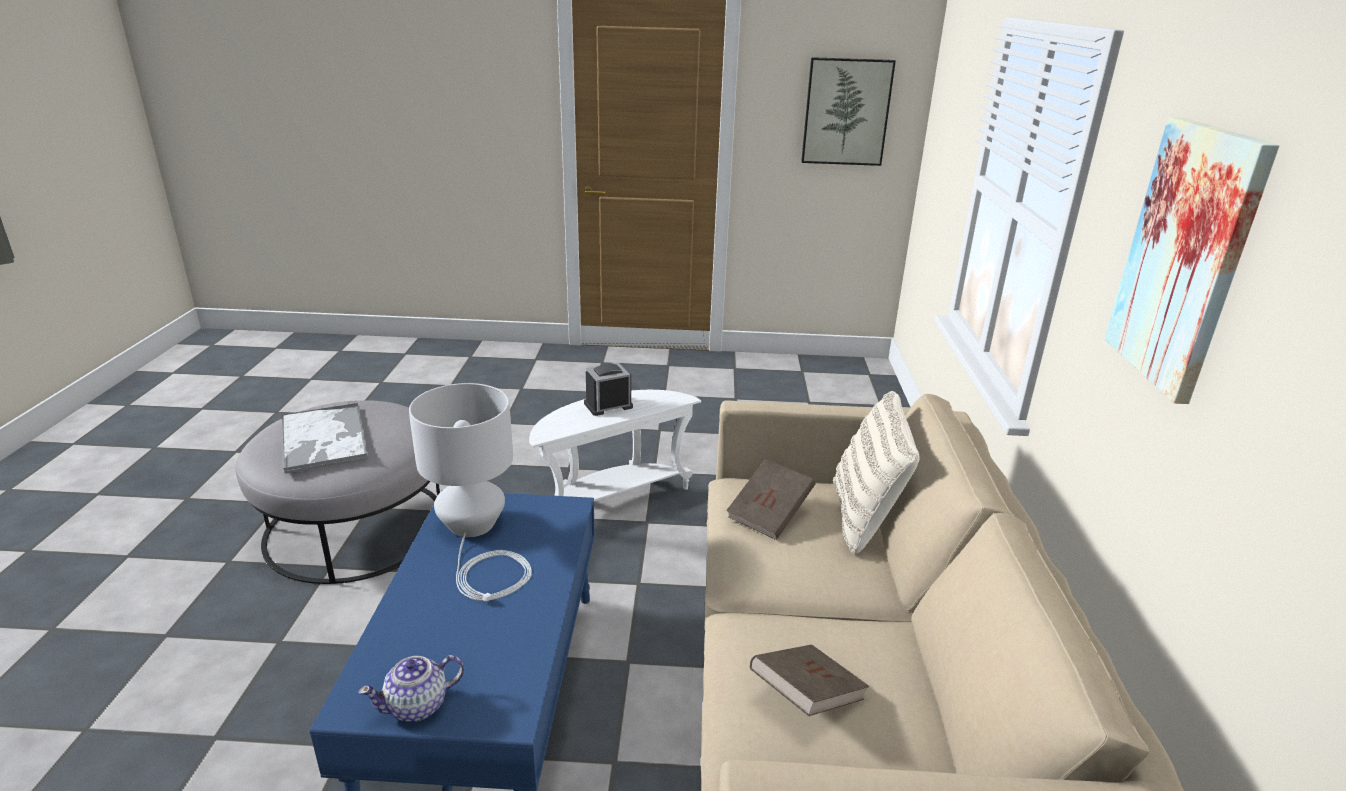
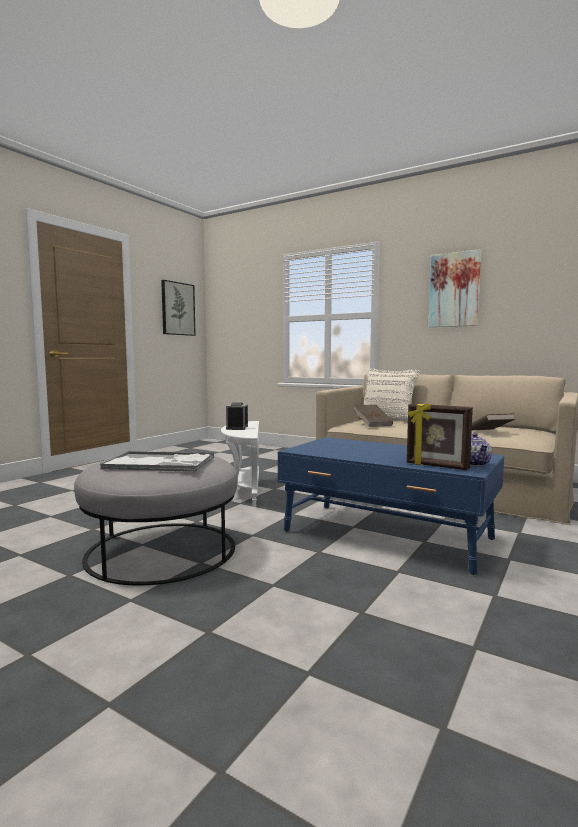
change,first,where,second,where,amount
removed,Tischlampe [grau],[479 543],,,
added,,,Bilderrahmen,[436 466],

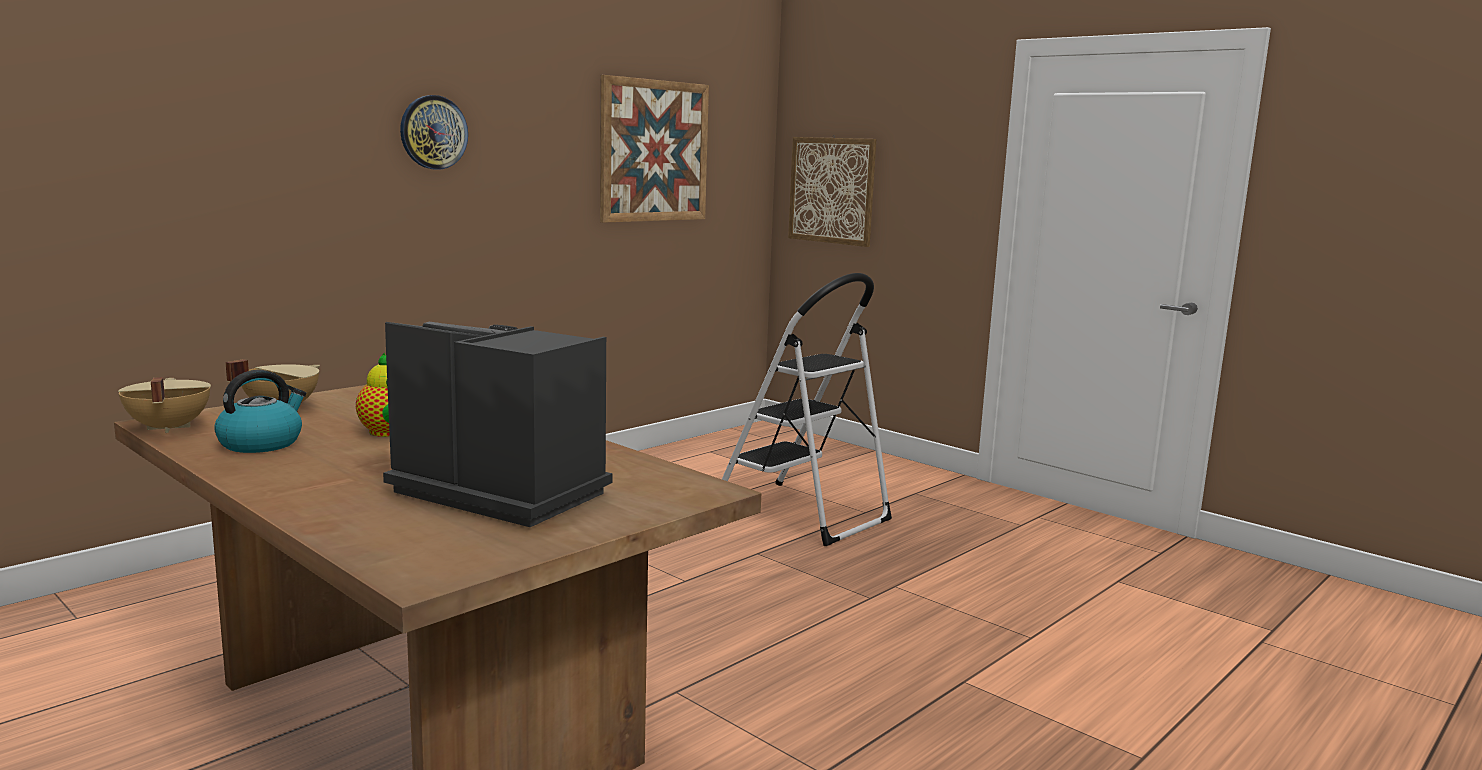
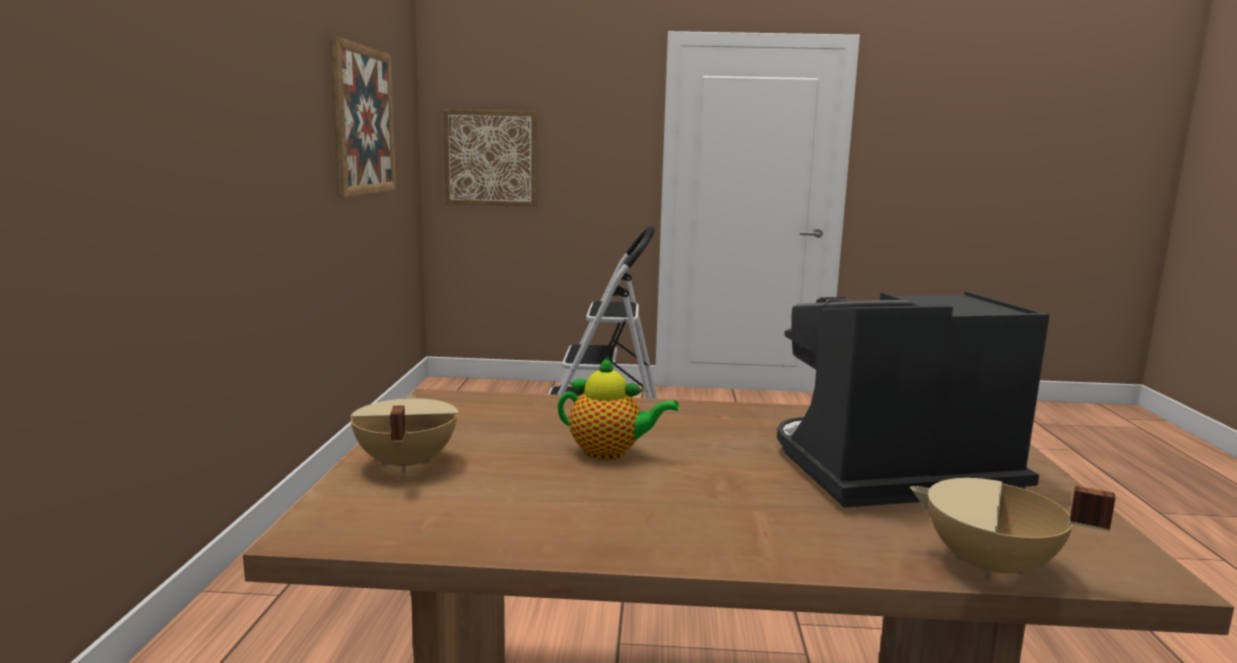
change,first,where,second,where,amount
moved,Kochtopf [beige],[167 428],,[990 567],
removed,Wasserkessel,[261 443],,,
removed,Wanduhr,[433 132],,,

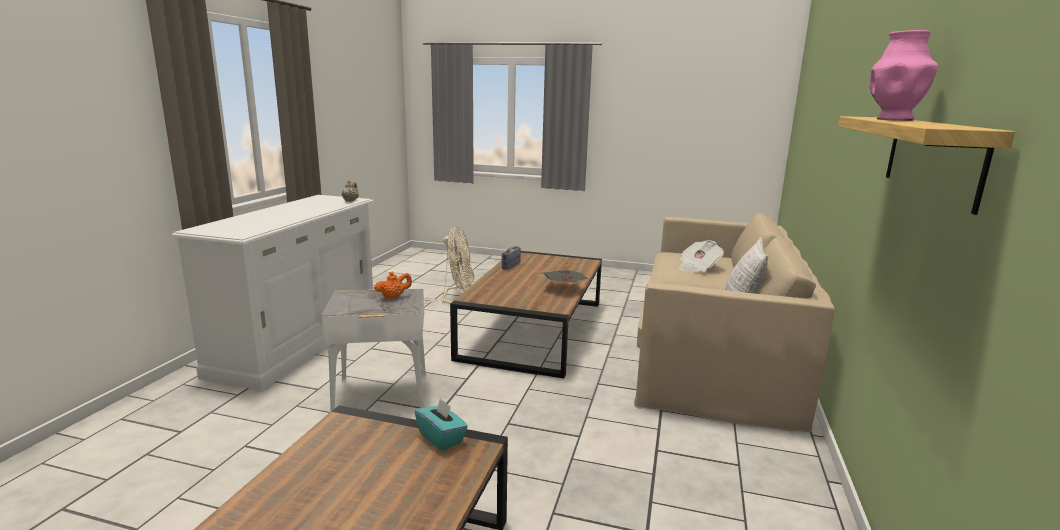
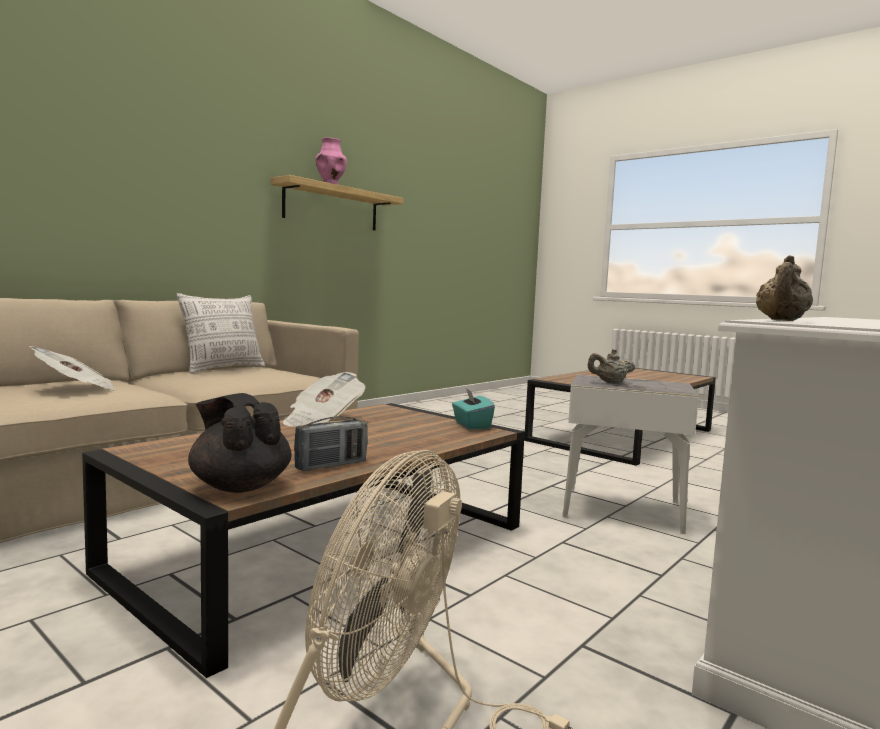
change,first,where,second,where,amount
recoloured,Teekanne [orange],[393 297],Teekanne [beige],[610 383],
moved,Taschentuchbox [türkis],[441 438],,[471 425],
added,,,Teekanne [schwarz],[239 486],

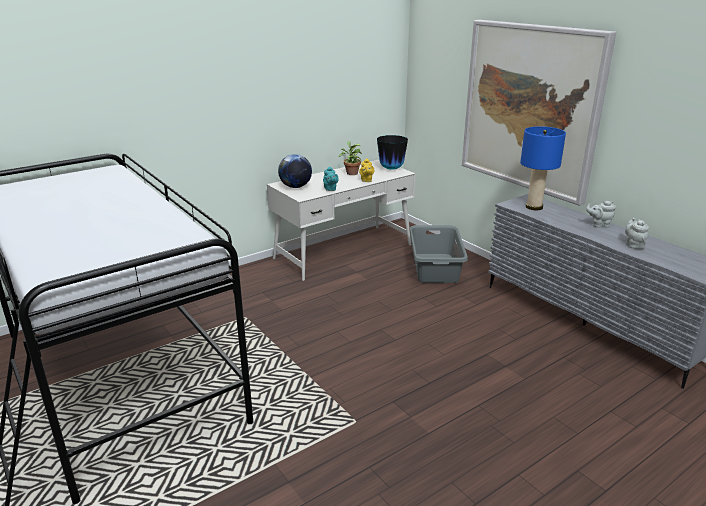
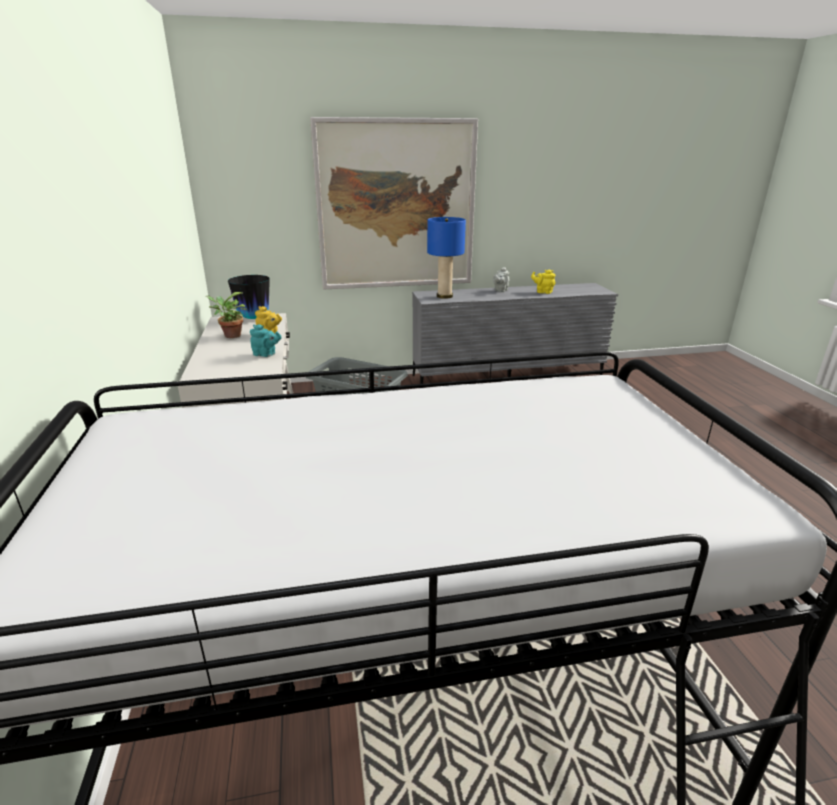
change,first,where,second,where,amount
removed,Globus,[295 187],,,
recoloured,Teekanne [grau],[633 244],Teekanne [gelb],[543 292],

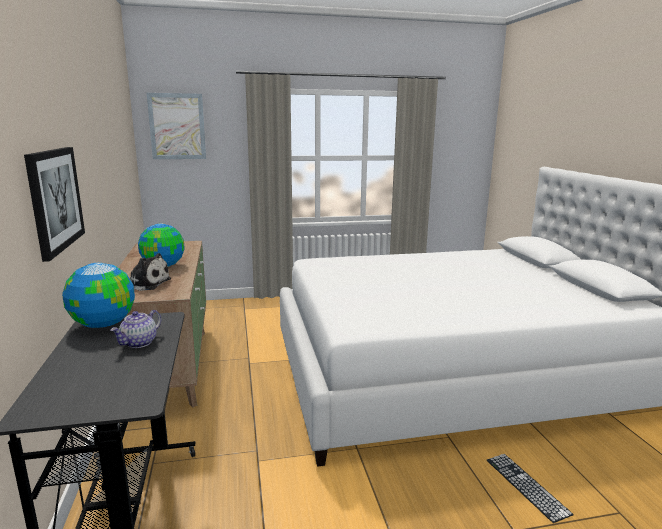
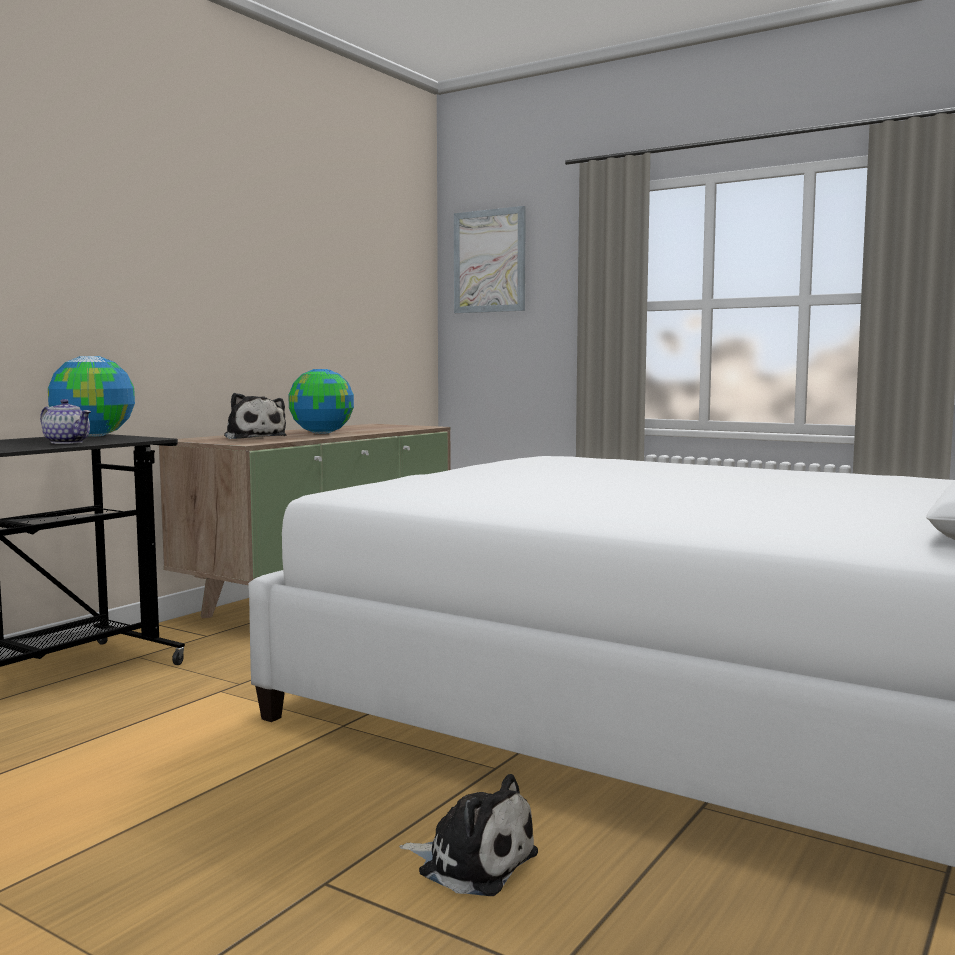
change,first,where,second,where,amount
removed,Bild,[55 199],,,
turned,Teekanne,[139 343],,[67 442],135 degrees counterclockwise
replaced,Tastatur,[526 486],Plüschtier,[472 862],

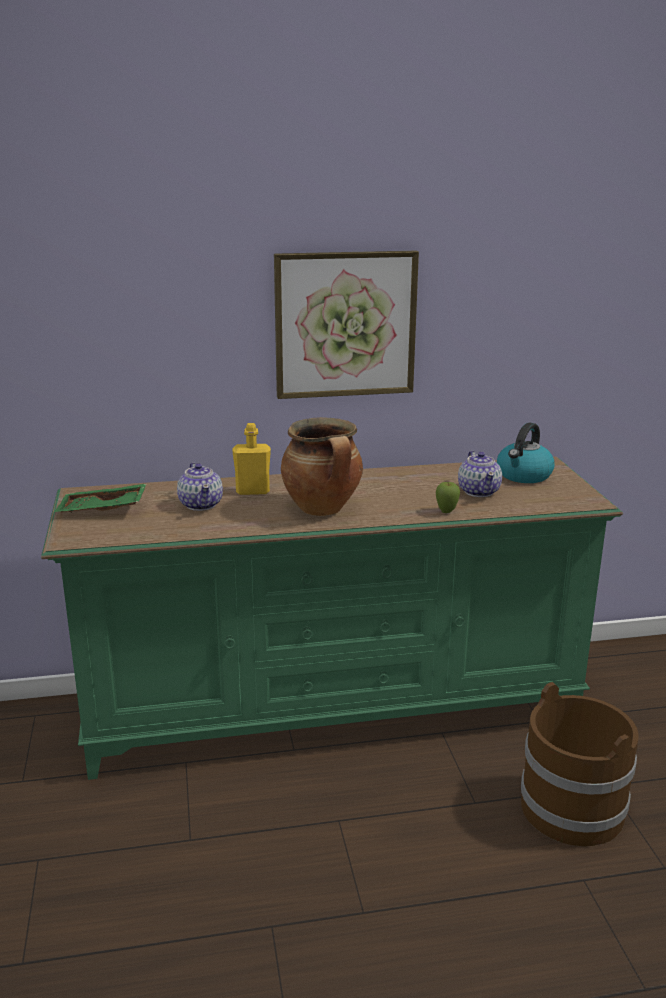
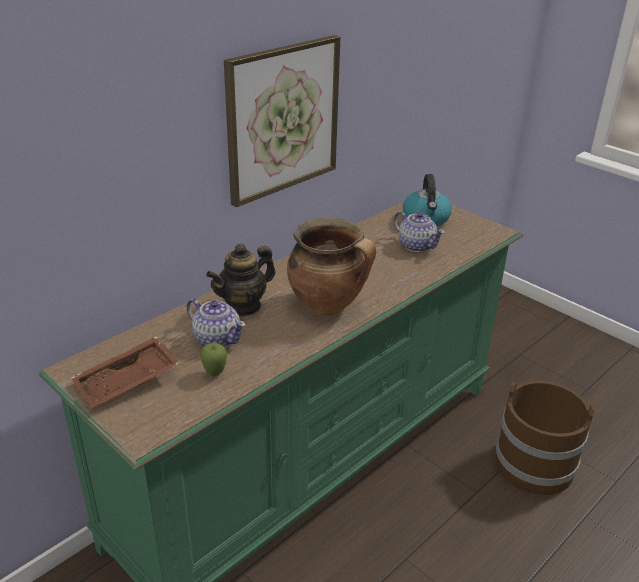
change,first,where,second,where,amount
recoloured,Tablett [grün],[102 510],Tablett [braun],[128 382],
replaced,Flasche [gelb],[252 491],Teekanne,[243 306],
moved,Apfel,[446 512],,[215 374],

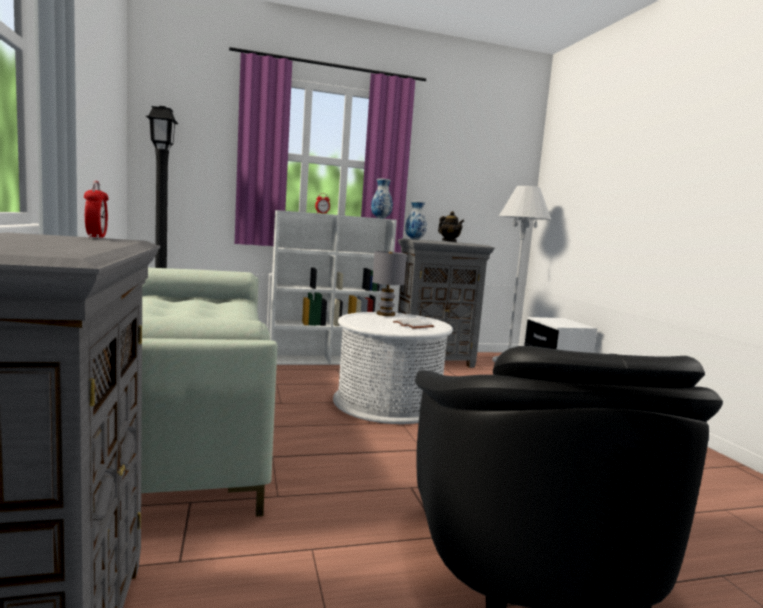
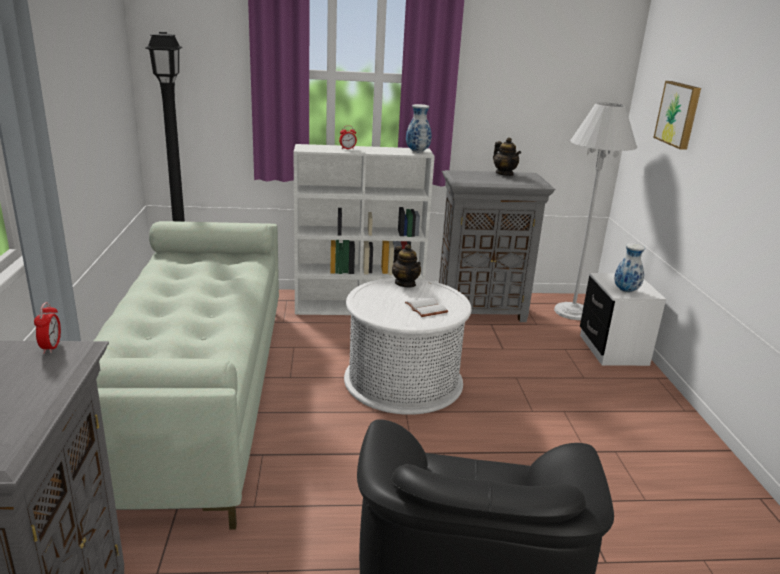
change,first,where,second,where,amount
replaced,Tischlampe [grau],[385 314],Teekanne,[405 283],
moved,Vase,[415 239],,[626 291],
added,,,Bild,[679 114],

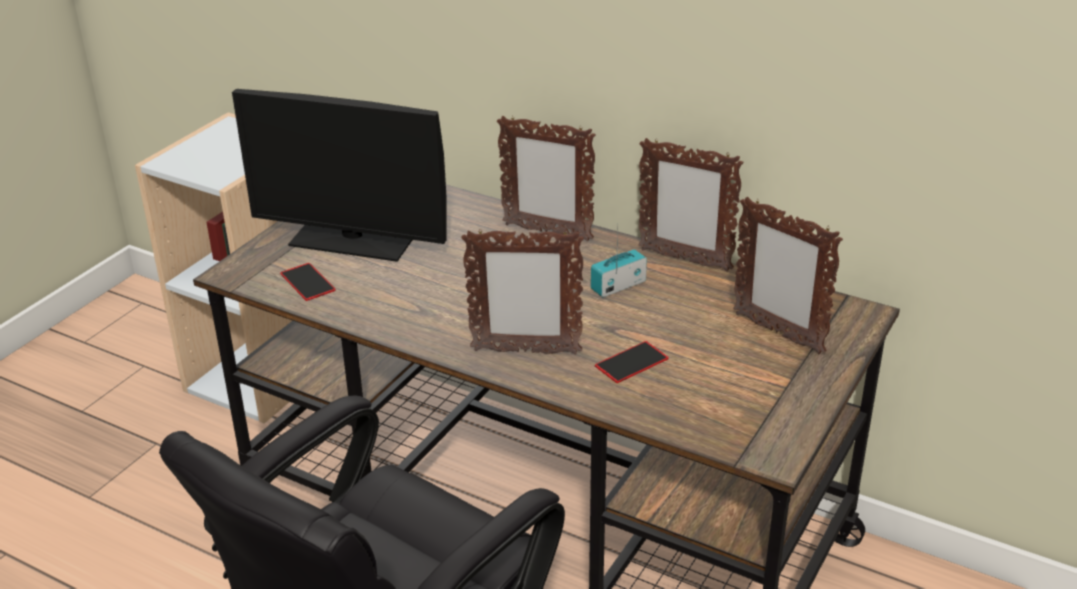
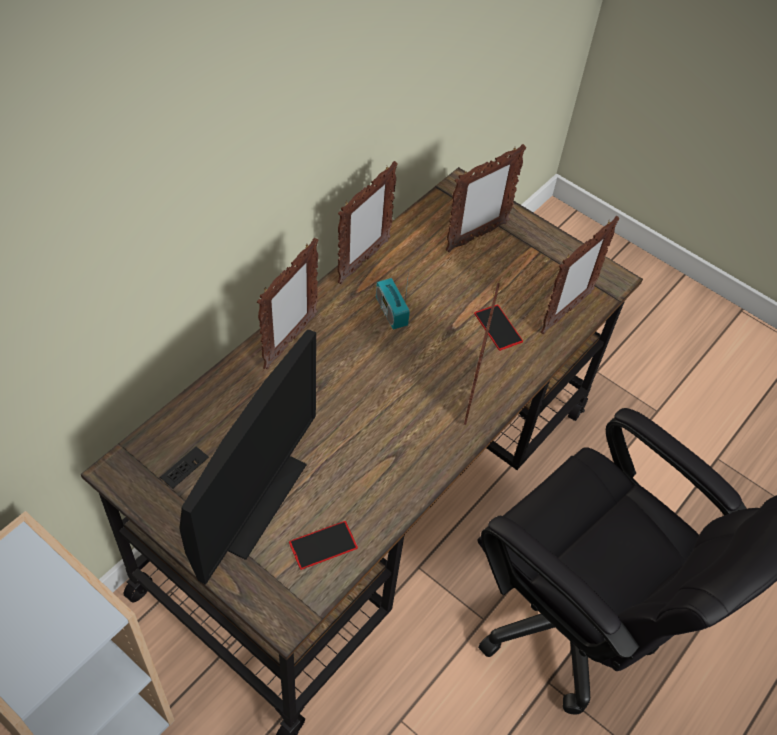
change,first,where,second,where,amount
added,,,Bilderrahmen,[565 313],

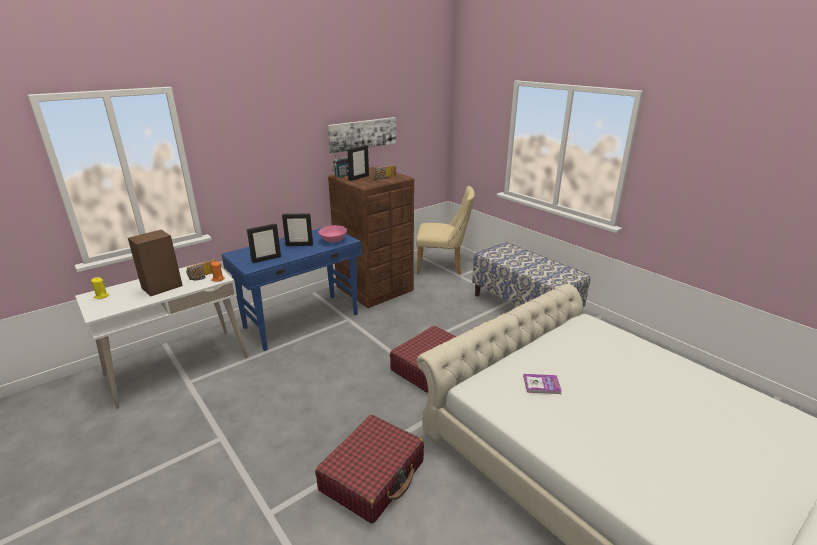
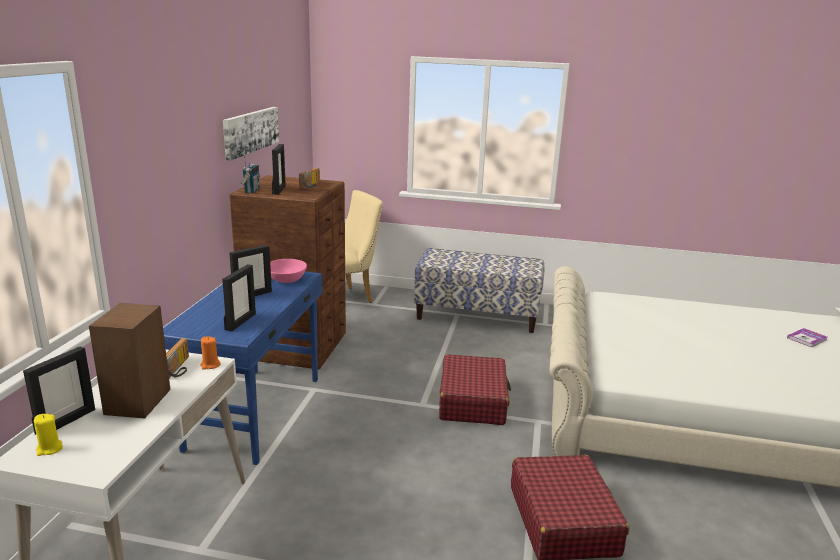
change,first,where,second,where,amount
moved,Buch,[541 385],,[807 339],
added,,,Bilderrahmen,[66 421],

